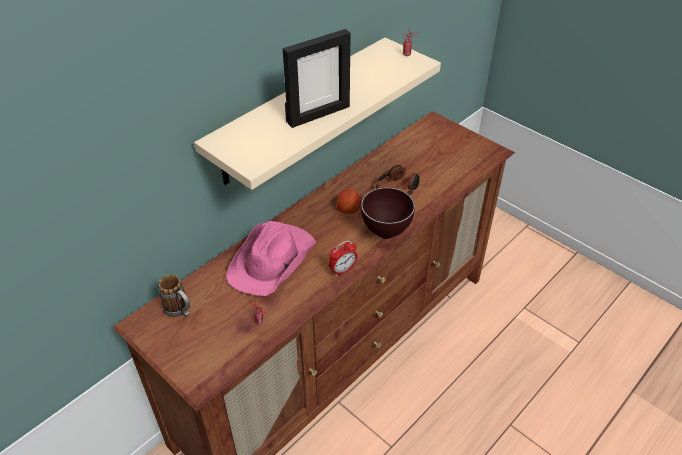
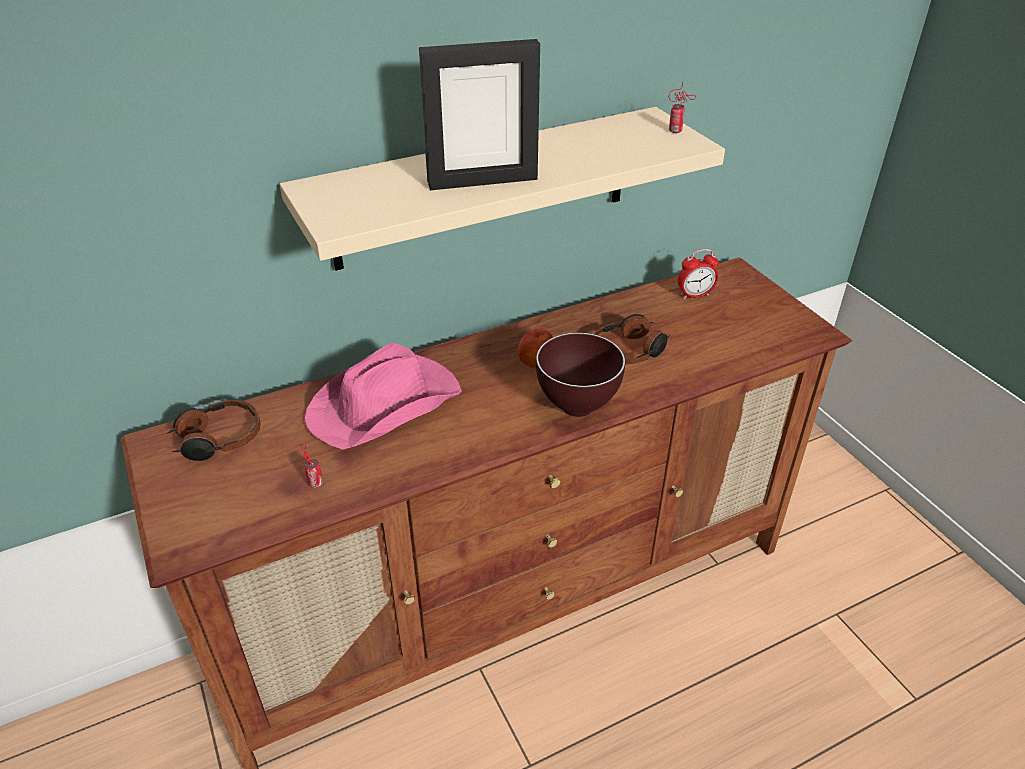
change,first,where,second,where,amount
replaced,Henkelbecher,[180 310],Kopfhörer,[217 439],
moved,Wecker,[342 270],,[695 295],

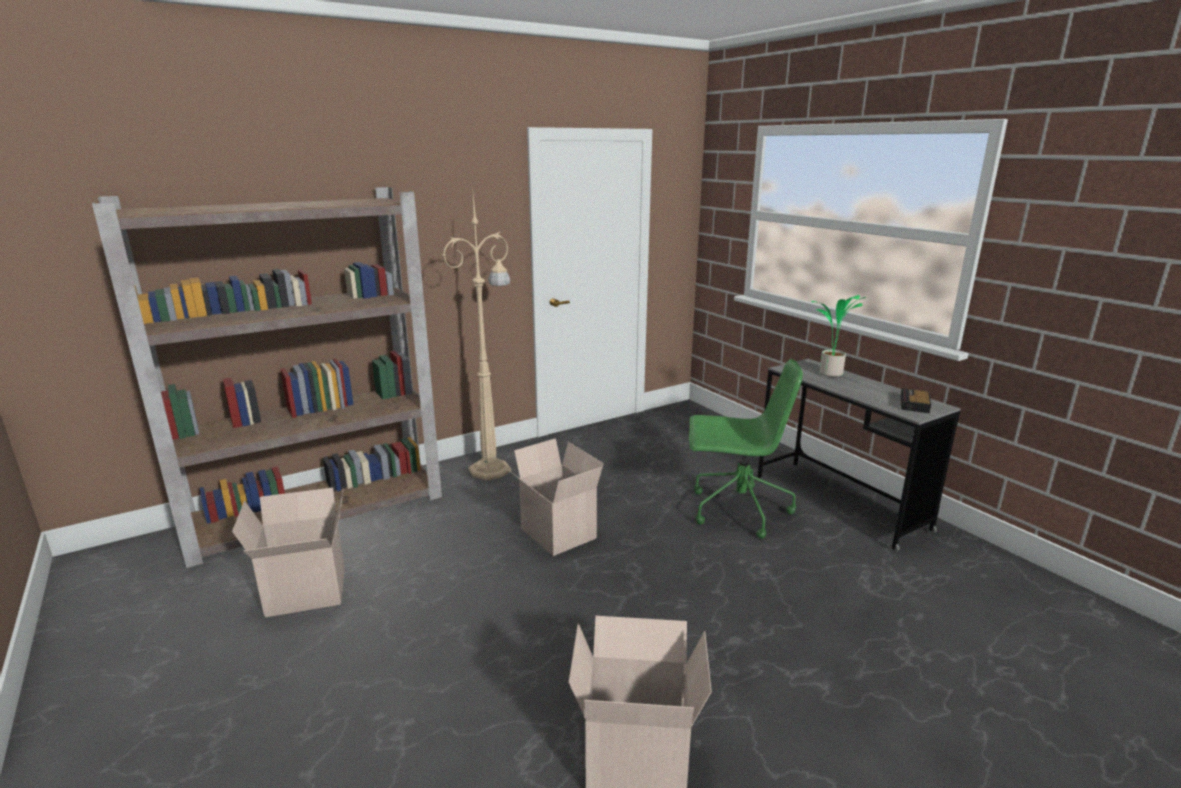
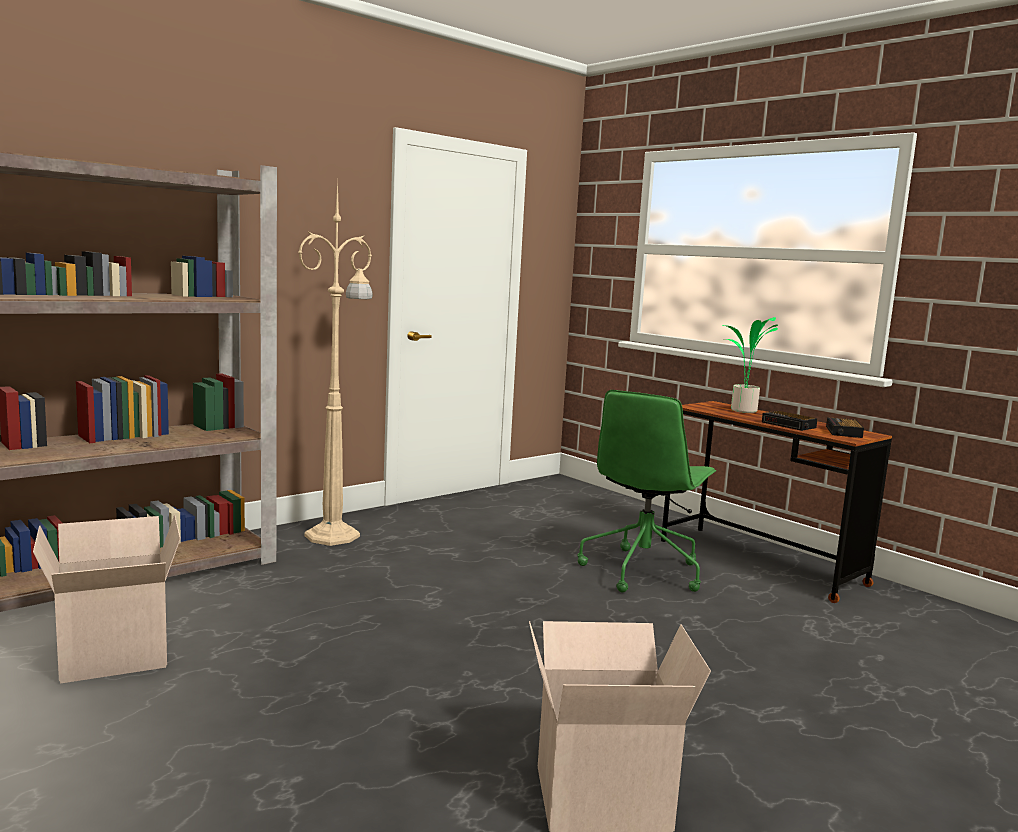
change,first,where,second,where,amount
removed,Karton,[555 533],,,
turned,Bürostuhl [grün],[734 510],,[644 570],120 degrees clockwise
recoloured,Schreibtisch [grau],[839 502],Schreibtisch [braun],[760 562],
added,,,Wecker,[789 425],

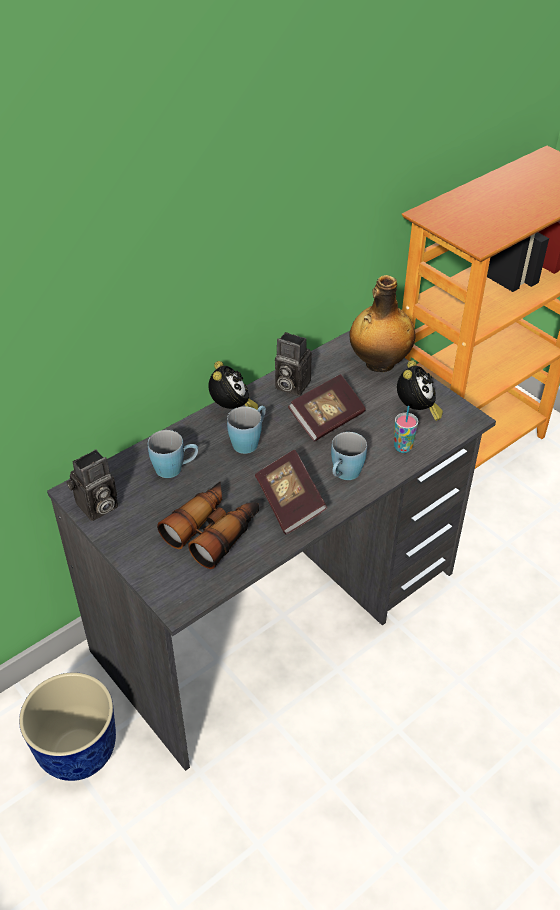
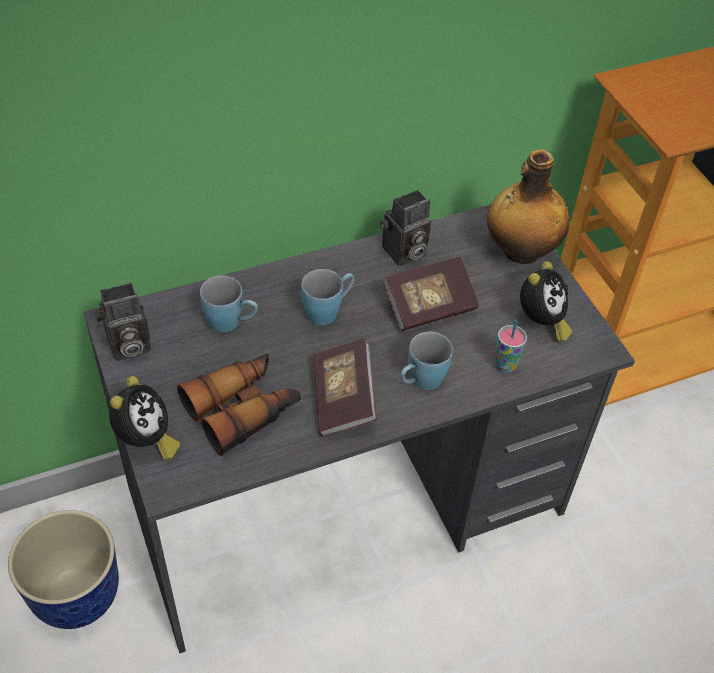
change,first,where,second,where,amount
moved,Wecker,[232 409],,[146 441],
turned,Kamera,[290 385],,[403 253],75 degrees counterclockwise

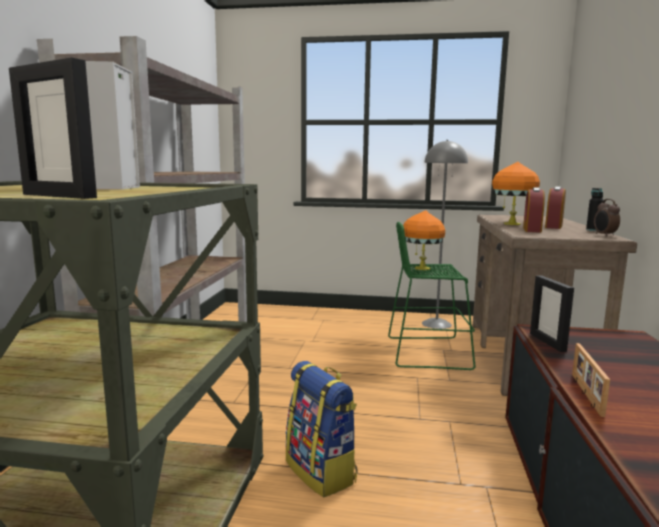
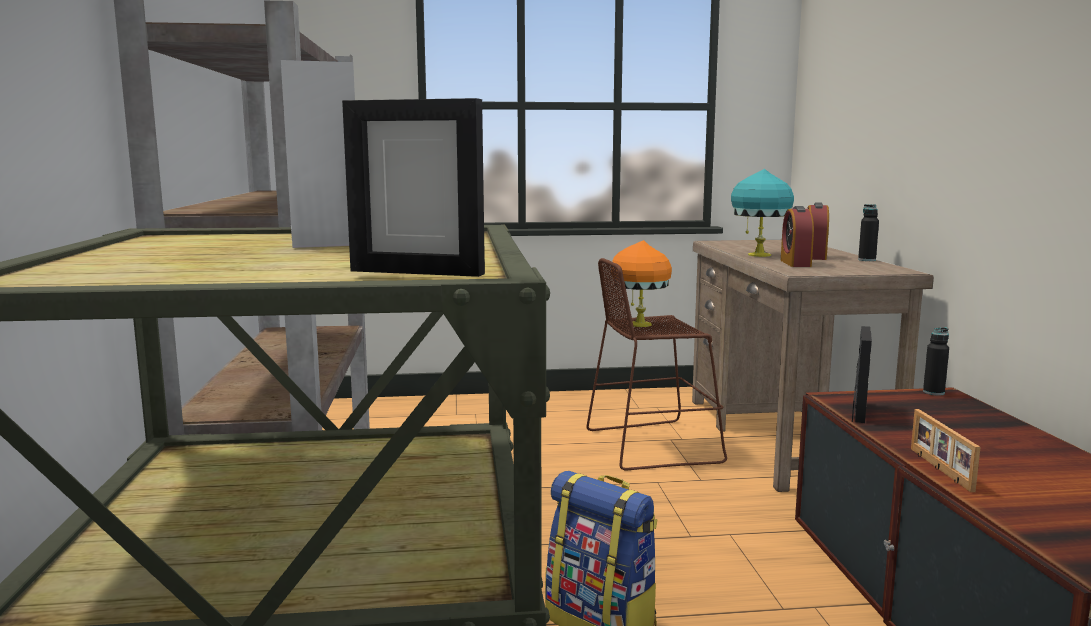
change,first,where,second,where,amount
recoloured,Hocker [grün],[429 352],Hocker [braun],[654 445],
removed,Stehlampe [grau],[436 324],,,
recoloured,Tischlampe [orange],[511 224],Tischlampe [türkis],[758 255],
turned,Bilderrahmen,[548 342],,[858 412],135 degrees counterclockwise
removed,Wecker,[604 235],,,
added,,,Flasche [schwarz],[933 392],

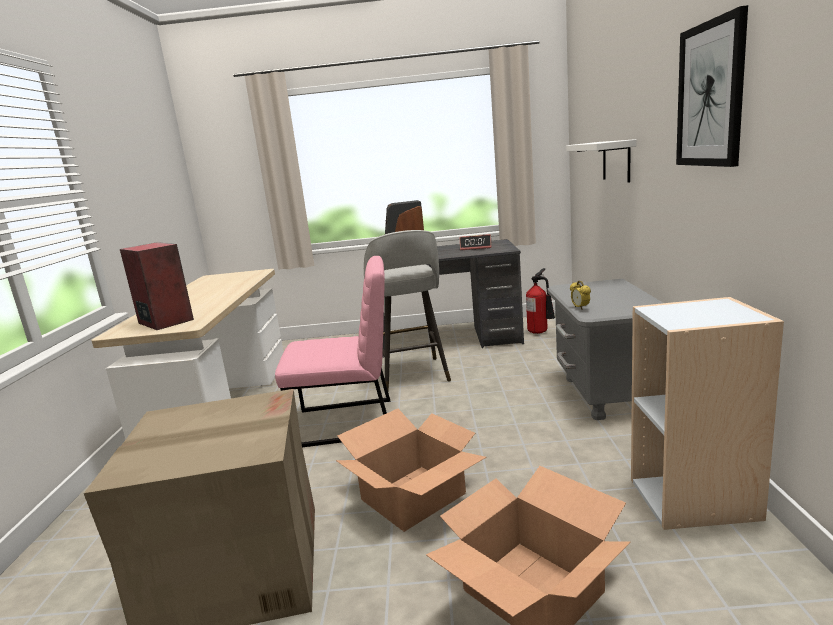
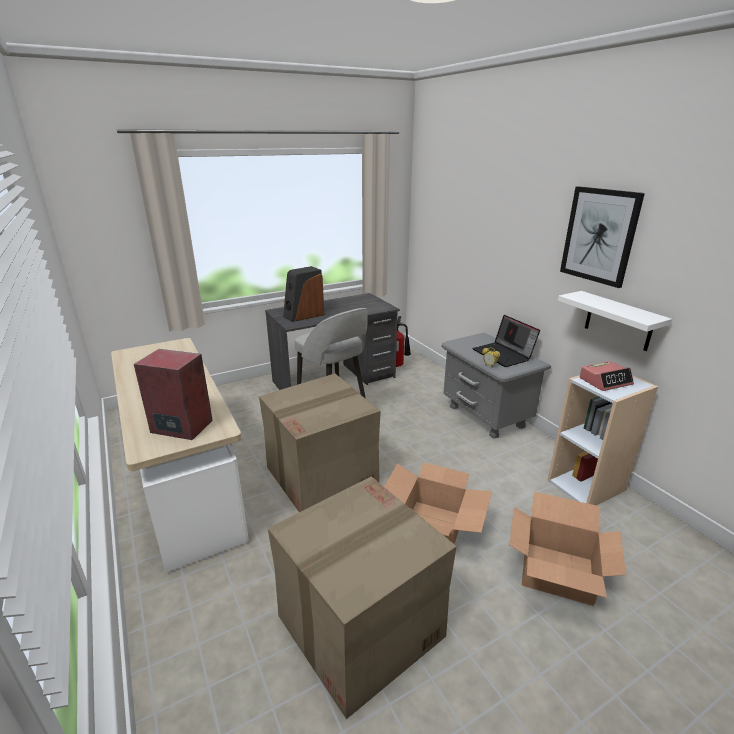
change,first,where,second,where,amount
replaced,Stuhl [rosa],[348 422],Karton,[322 475],
moved,Wecker,[476 247],,[605 381],
moved,Wandregal [weiß],[616 160],,[618 321],
added,,,Laptop,[504 355],

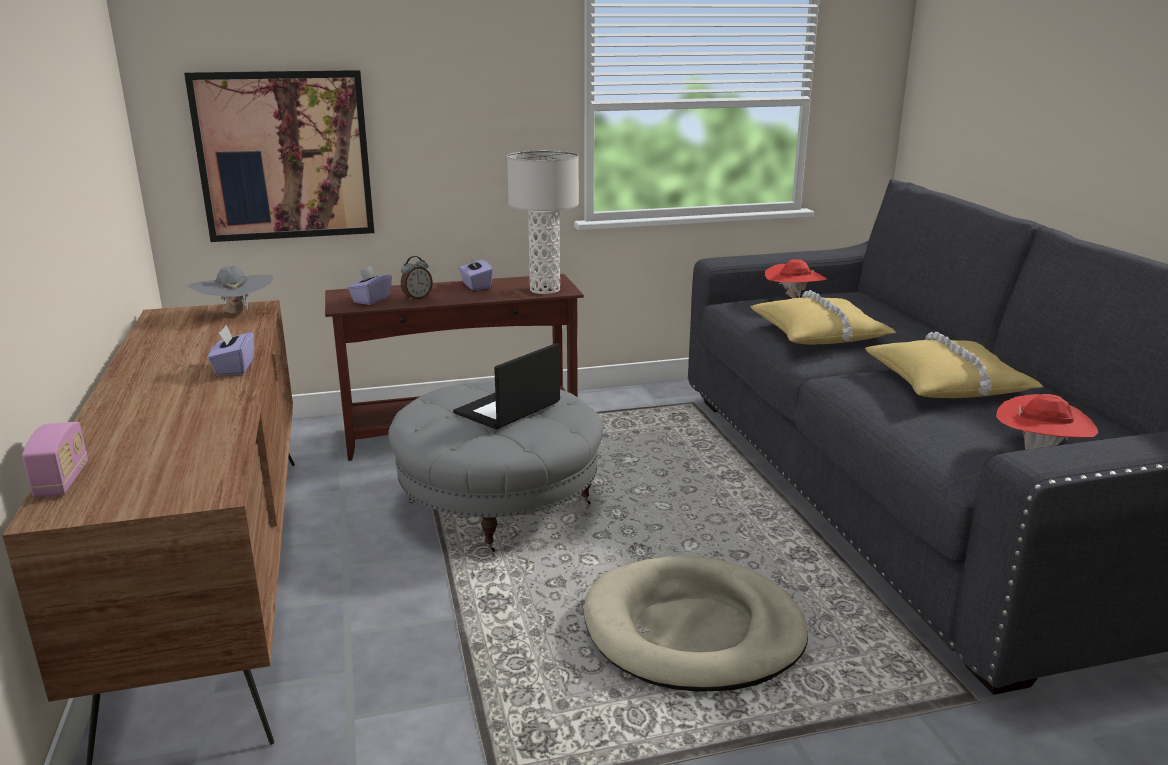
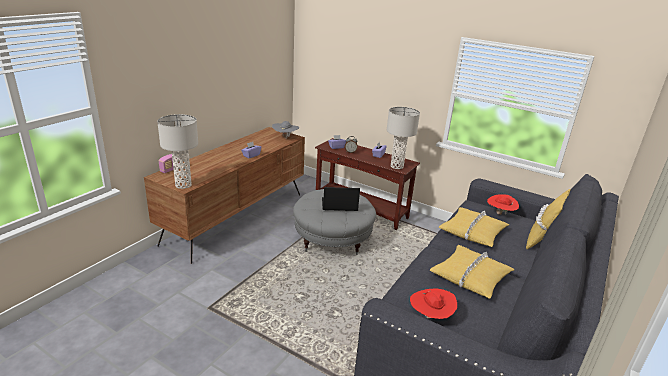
change,first,where,second,where,amount
removed,Bild,[284 156],,,
removed,Hundebett [beige],[693 630],,,
added,,,Tischlampe [weiß],[183 185],
added,,,Kissen [gelb],[541 240],

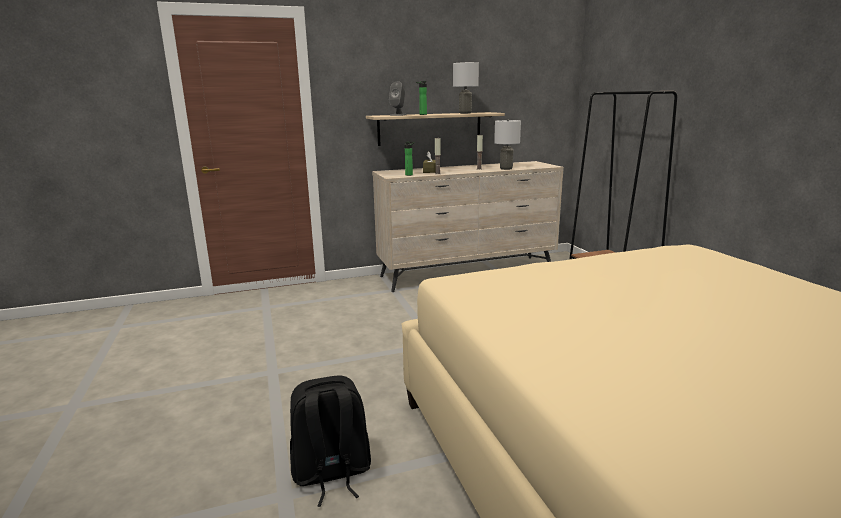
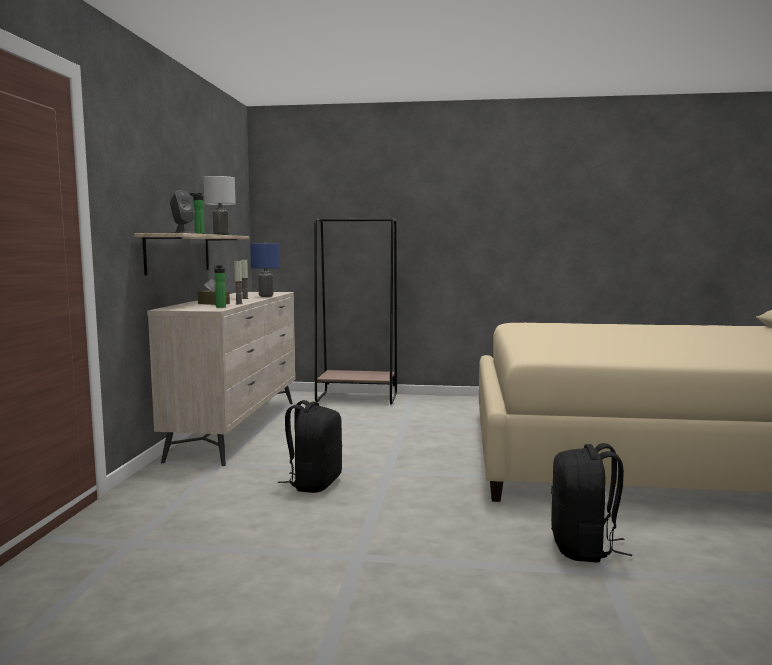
change,first,where,second,where,amount
recoloured,Tischlampe [weiß],[506 169],Tischlampe [blau],[266 296],
added,,,Rucksack [schwarz],[314 483],

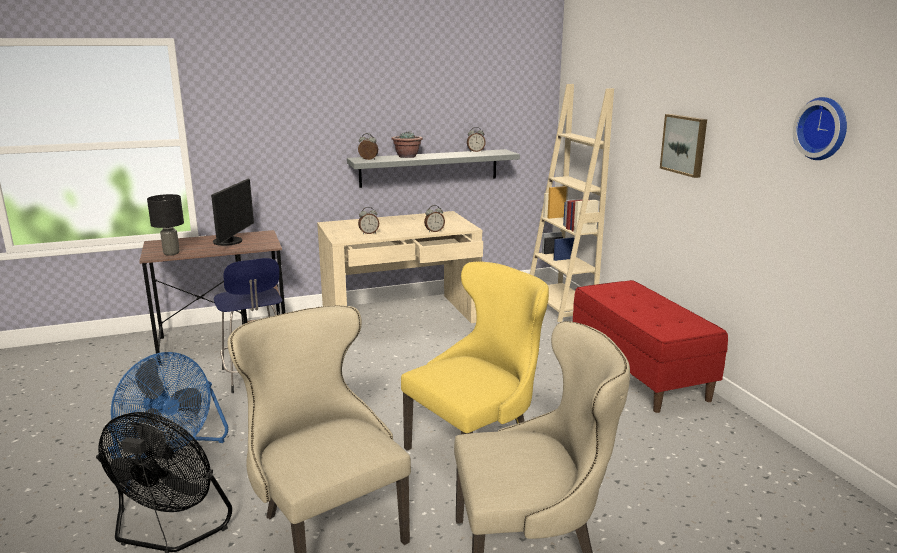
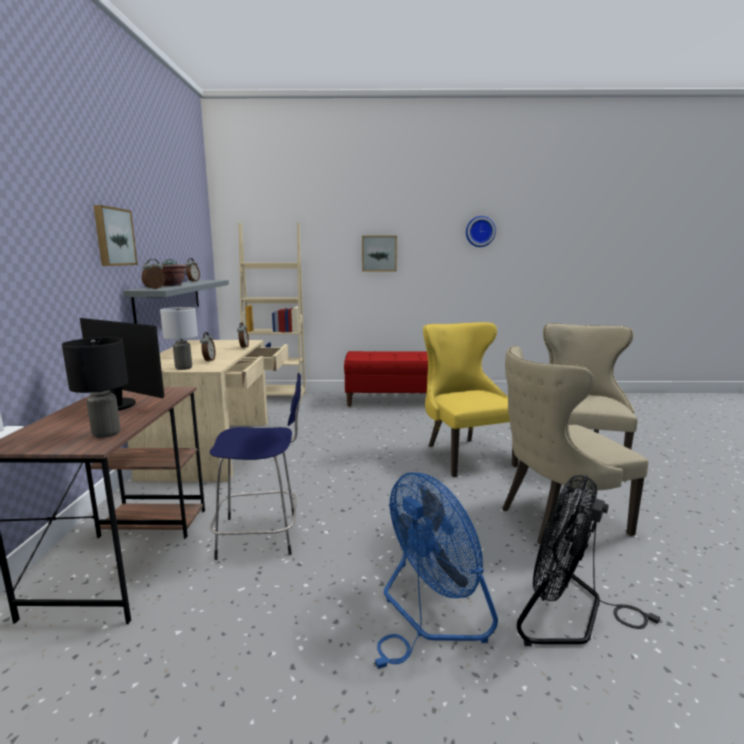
change,first,where,second,where,amount
added,,,Bild,[113 237],
added,,,Tischlampe [weiß],[184 368],

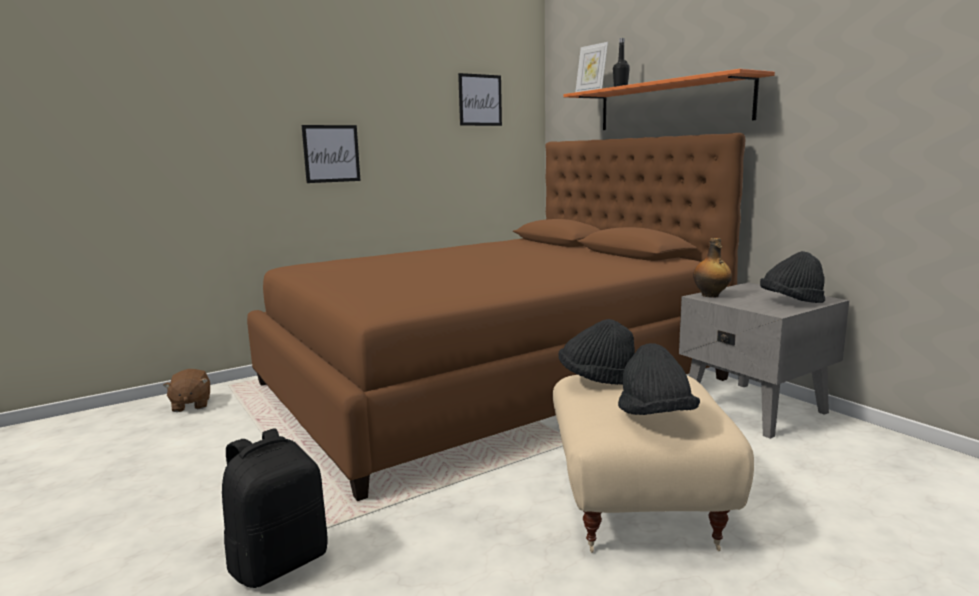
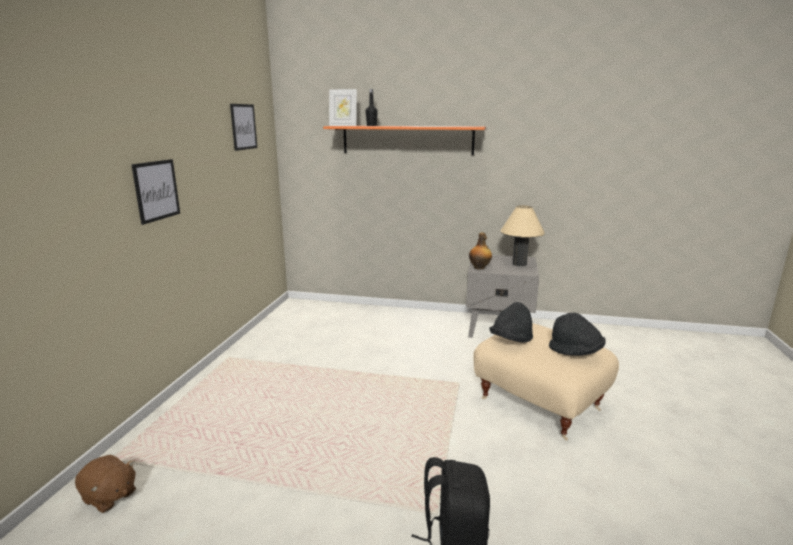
change,first,where,second,where,amount
removed,Bett [braun],[491 381],,,
replaced,Hut [schwarz],[791 302],Tischlampe [beige],[519 264],

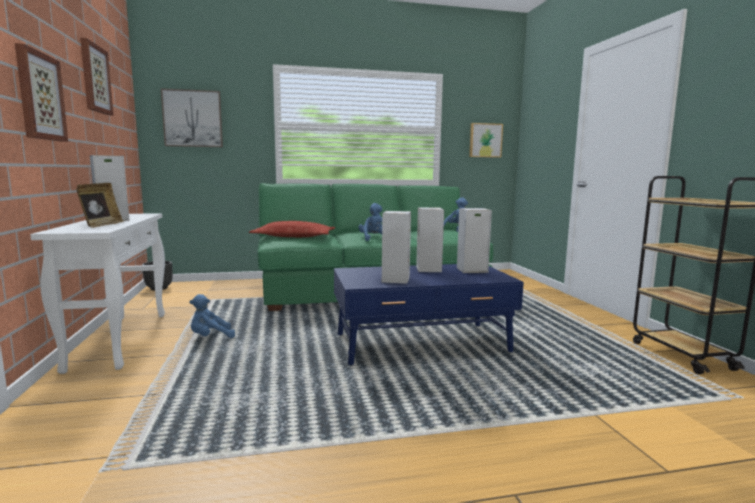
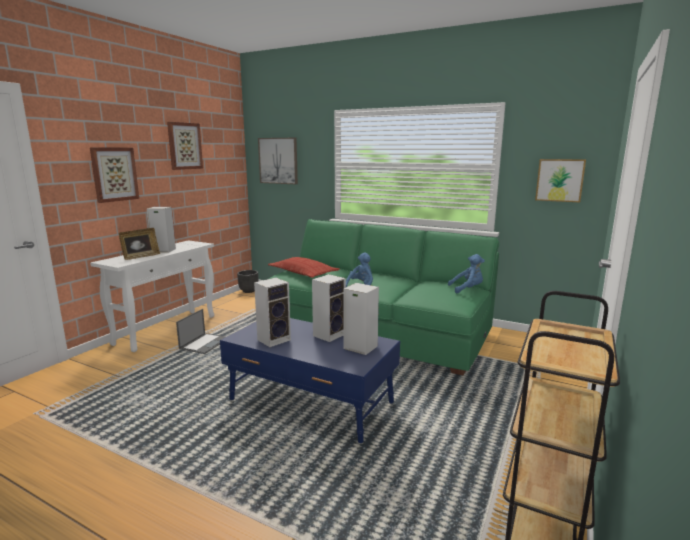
change,first,where,second,where,amount
replaced,Plüschtier [blau],[210 337],Laptop,[204 344],

